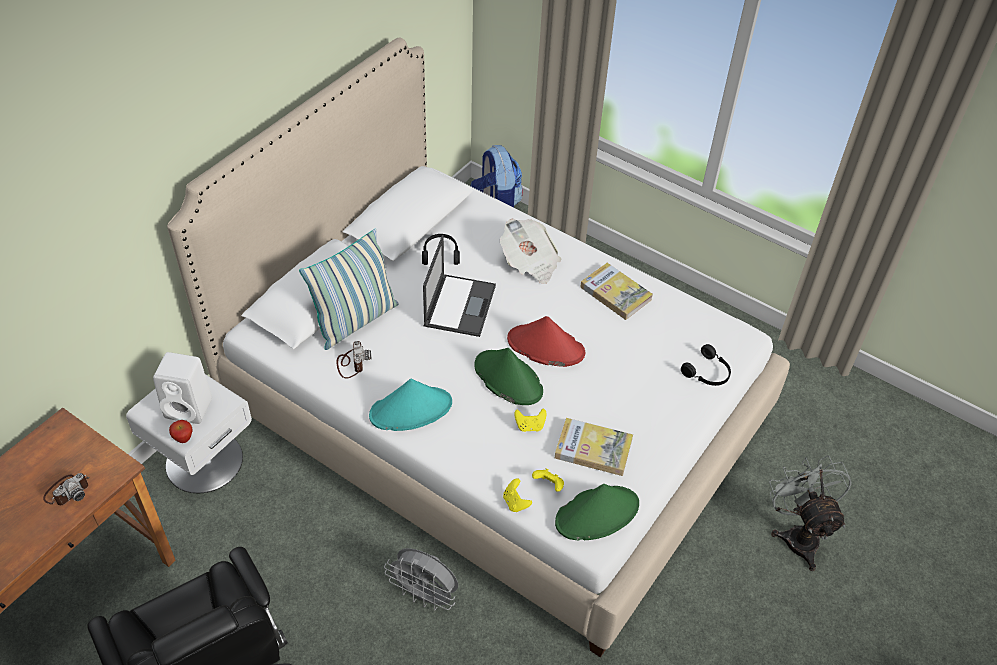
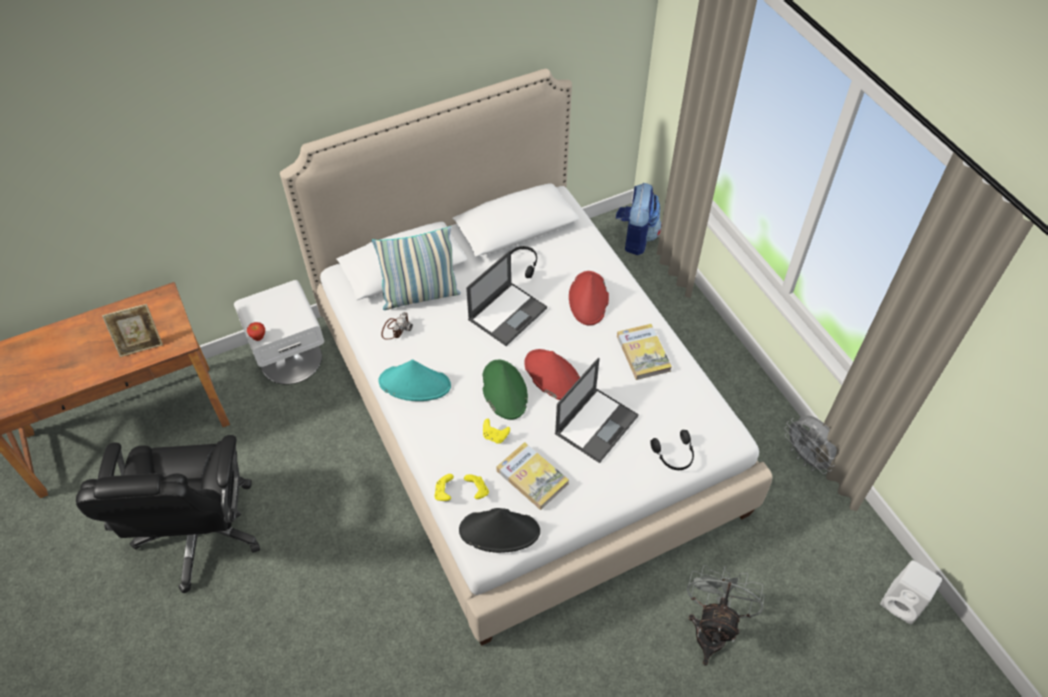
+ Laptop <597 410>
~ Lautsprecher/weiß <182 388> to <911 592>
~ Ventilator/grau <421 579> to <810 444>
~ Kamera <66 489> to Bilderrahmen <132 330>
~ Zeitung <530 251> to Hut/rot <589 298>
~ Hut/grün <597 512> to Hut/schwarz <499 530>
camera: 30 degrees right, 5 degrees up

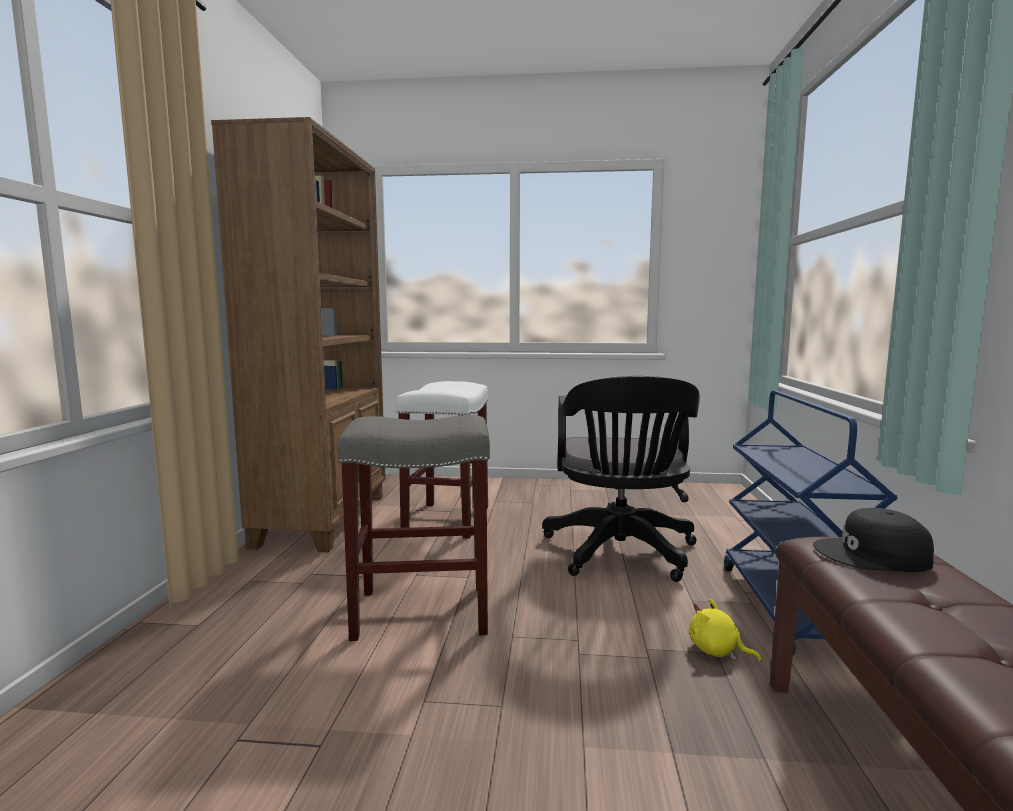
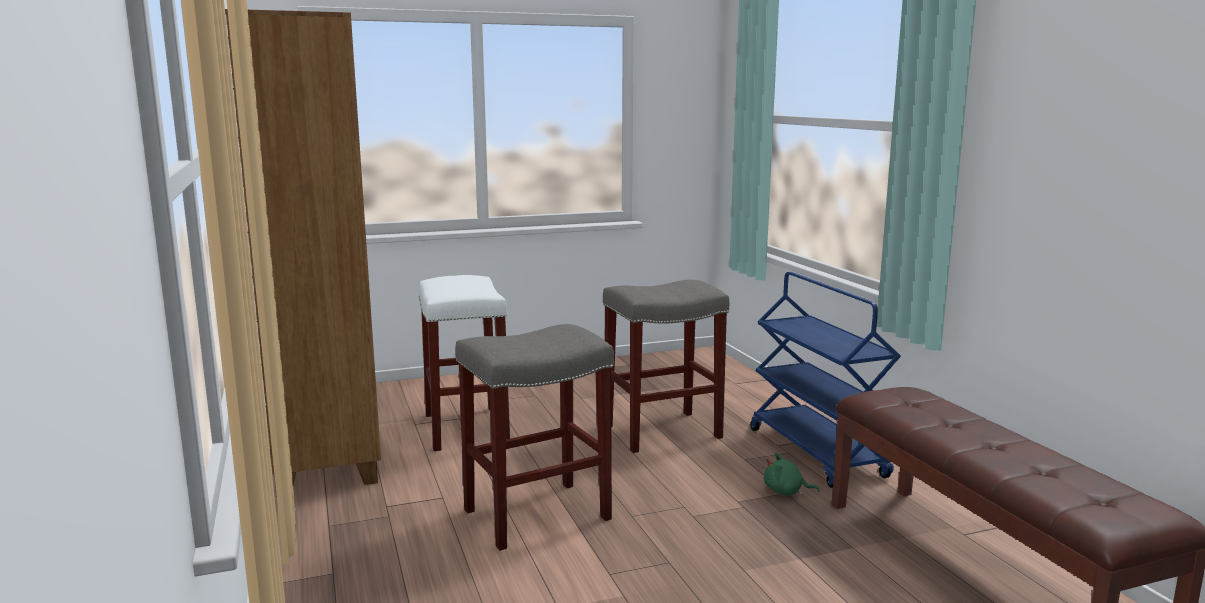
- Kappe/schwarz <873 540>
~ Bürostuhl/schwarz <621 479> to Hocker/grau <666 366>
~ Plüschtier/gelb <725 630> to Plüschtier/grün <792 474>
camera: 25 degrees left, 5 degrees up

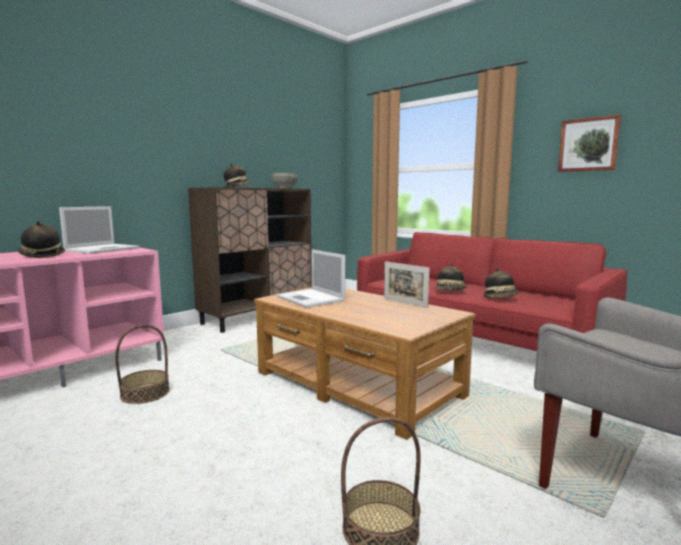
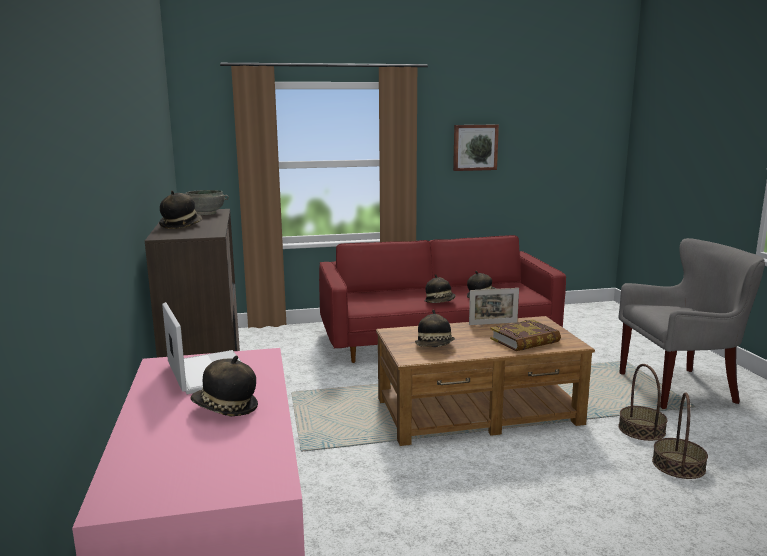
+ Buch <525 335>
~ Korb <142 364> to <643 402>
~ Laptop <310 278> to Hut <435 328>
camera: 55 degrees left, 5 degrees up

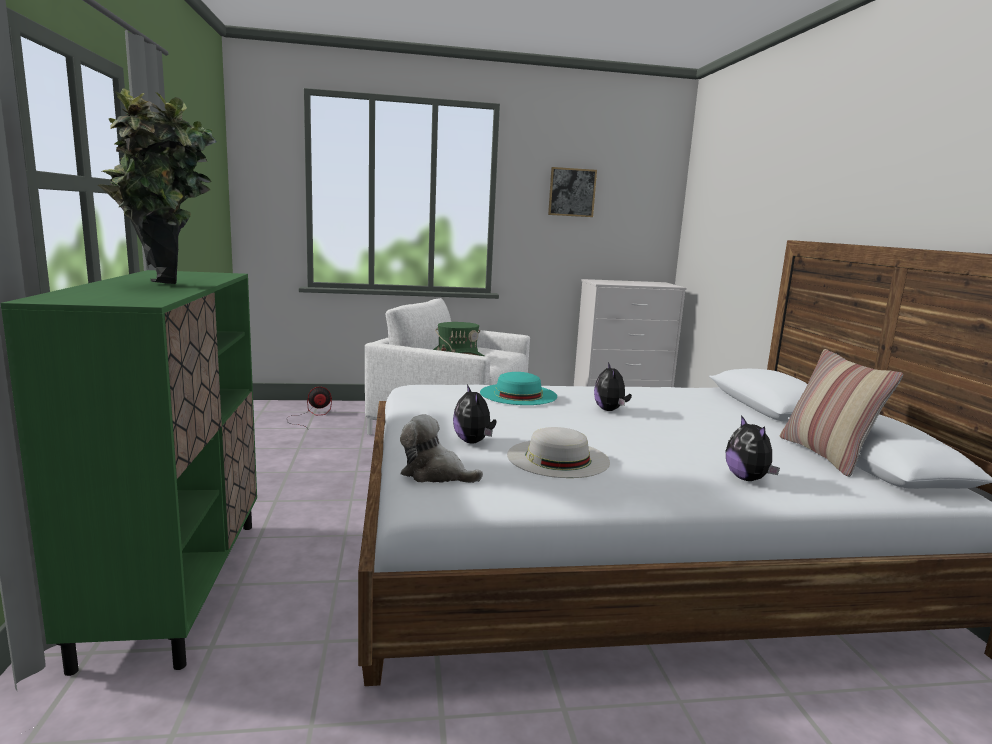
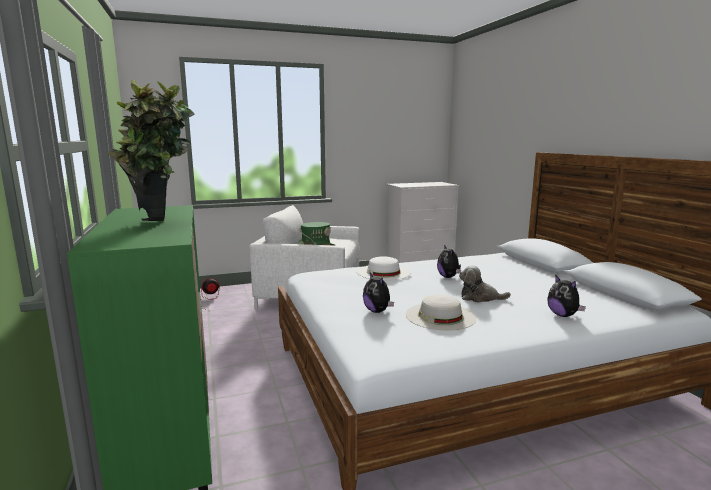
- Bild <572 192>
- Kissen <841 413>
~ Plüschtier <441 448> to <485 284>
~ Hut/türkis <518 388> to Hut/weiß <384 268>
camera: 10 degrees left, 0 degrees up

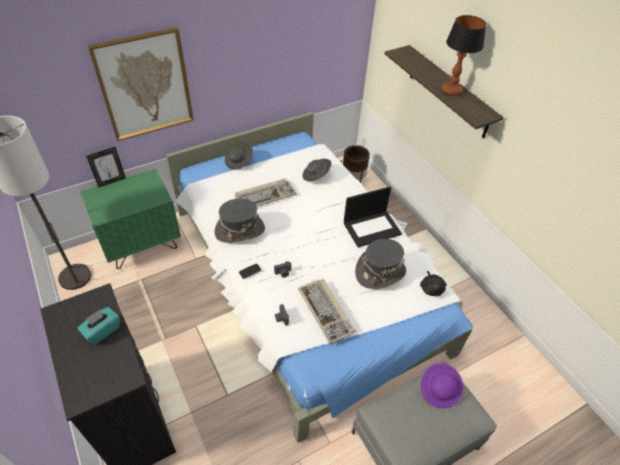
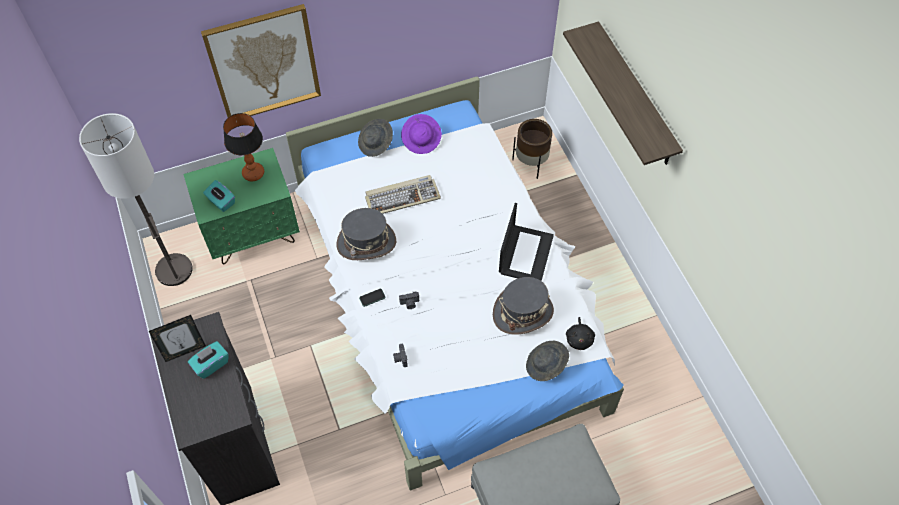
- Tastatur <326 311>
+ Taschentuchbox/türkis <219 196>
~ Bilderrahmen <106 167> to <177 338>
~ Hut/grau <317 170> to <547 361>
~ Hut/lila <442 386> to <421 134>
~ Tischlampe <464 55> to <243 147>
~ Laptop <373 217> = <526 242> 60 degrees counterclockwise
camera: 10 degrees right, 10 degrees up

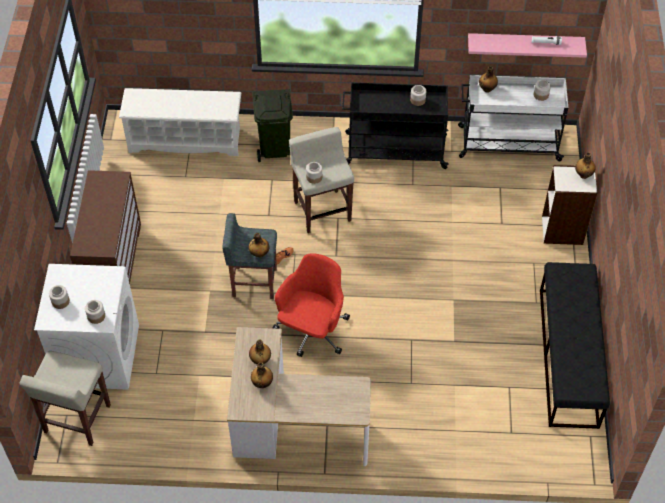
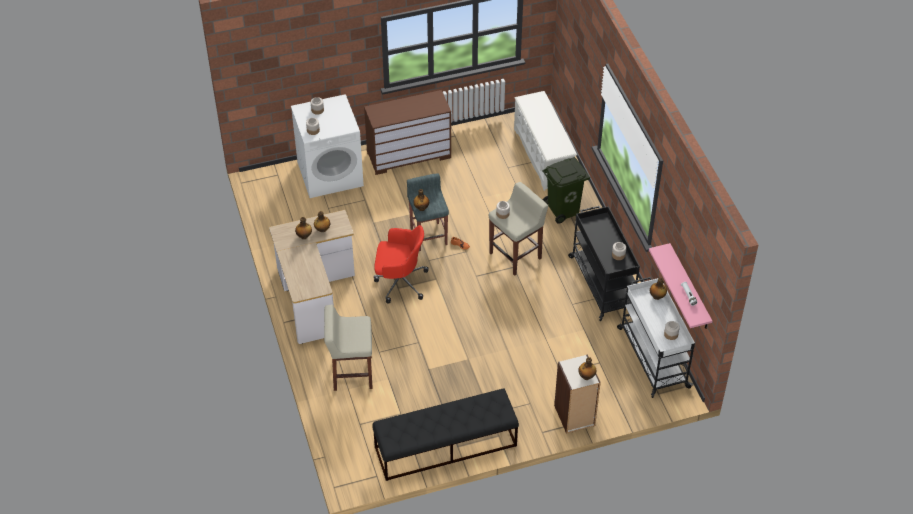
~ Hocker/beige <65 398> to <348 348>
camera: 70 degrees right, 5 degrees down

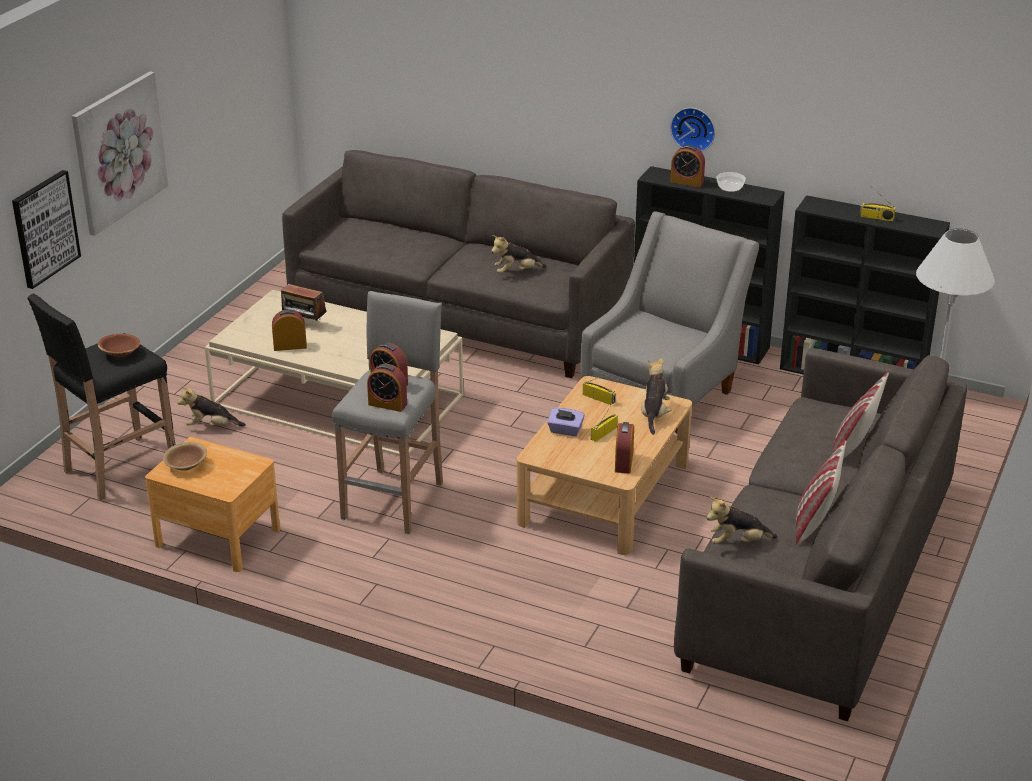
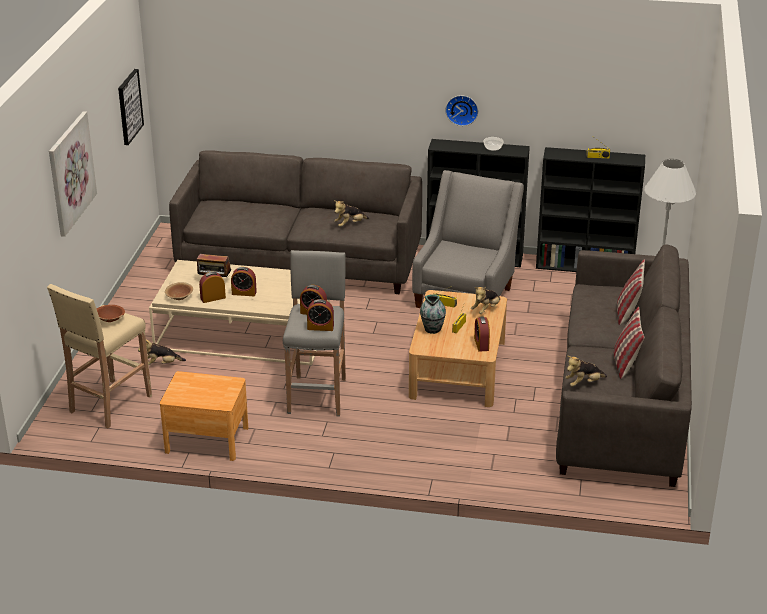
~ Bild <46 229> to <131 107>
~ Schüssel/braun <185 456> to <179 291>
~ Wecker <687 166> to <244 281>
~ Taschentuchbox/lila <566 422> to Vase <433 314>
~ Hocker/schwarz <101 397> to Hocker/beige <99 356>
~ Plüschtier <656 396> = <485 300> 135 degrees counterclockwise
camera: 15 degrees left, 0 degrees up

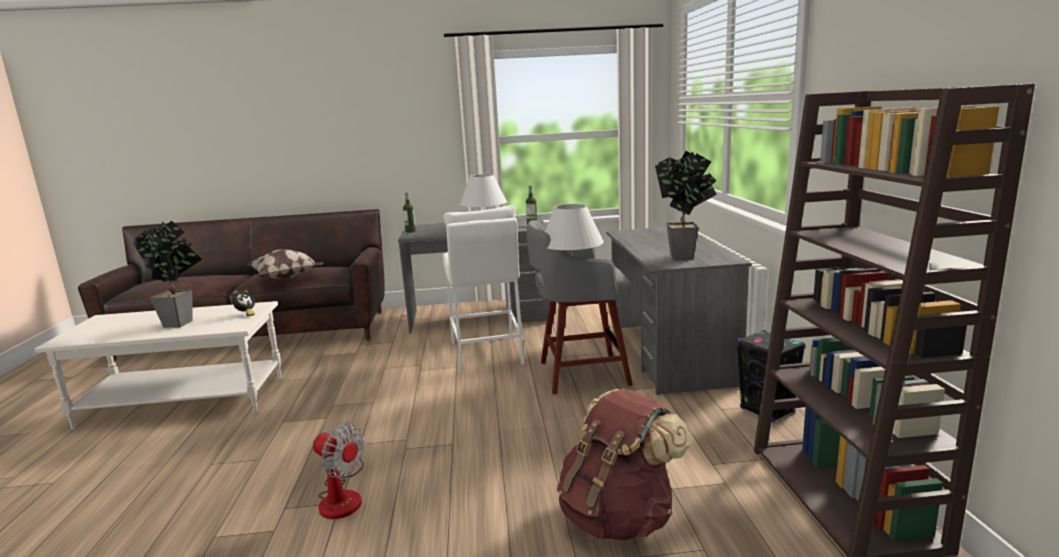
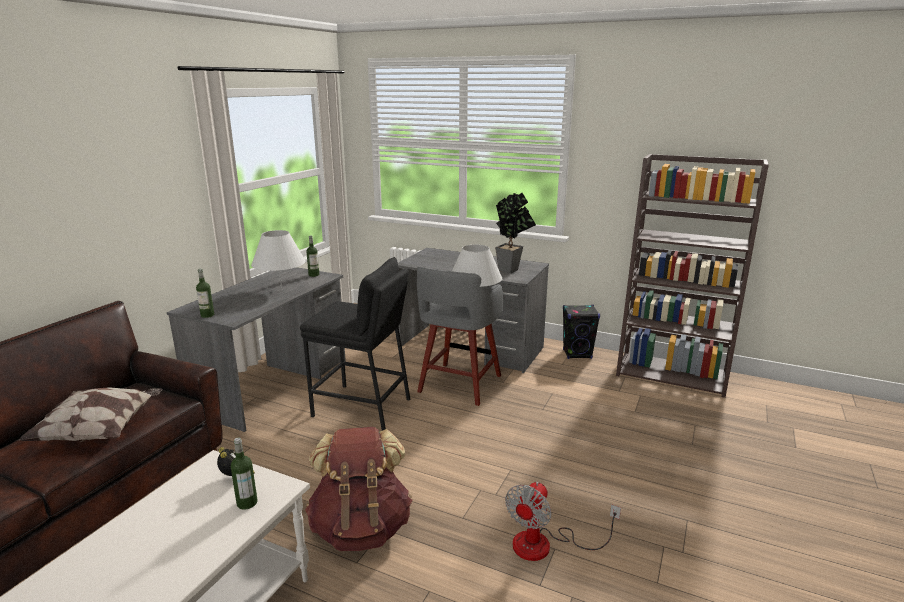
- Topfpflanze <168 274>
+ Flasche <244 474>
~ Rucksack/braun <624 464> to <358 489>
~ Hocker/weiß <484 288> to Hocker/schwarz <355 344>
~ Ventilator <339 469> = <563 521> 150 degrees clockwise
camera: 60 degrees left, 5 degrees up

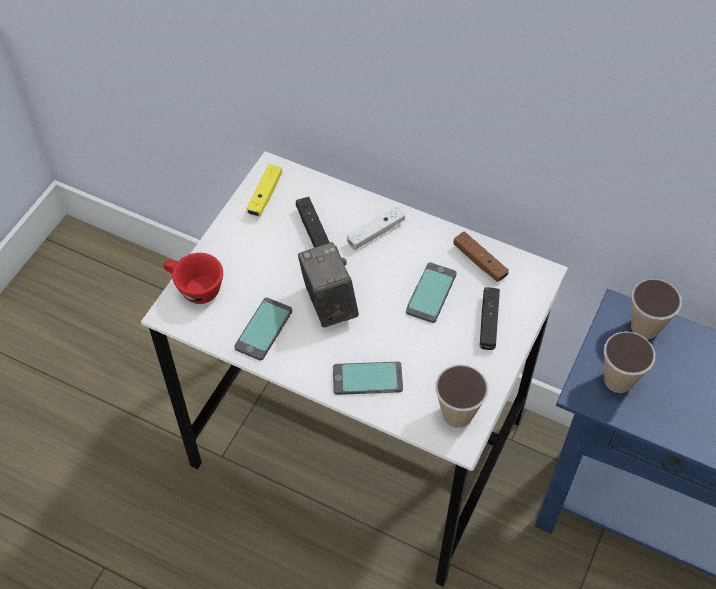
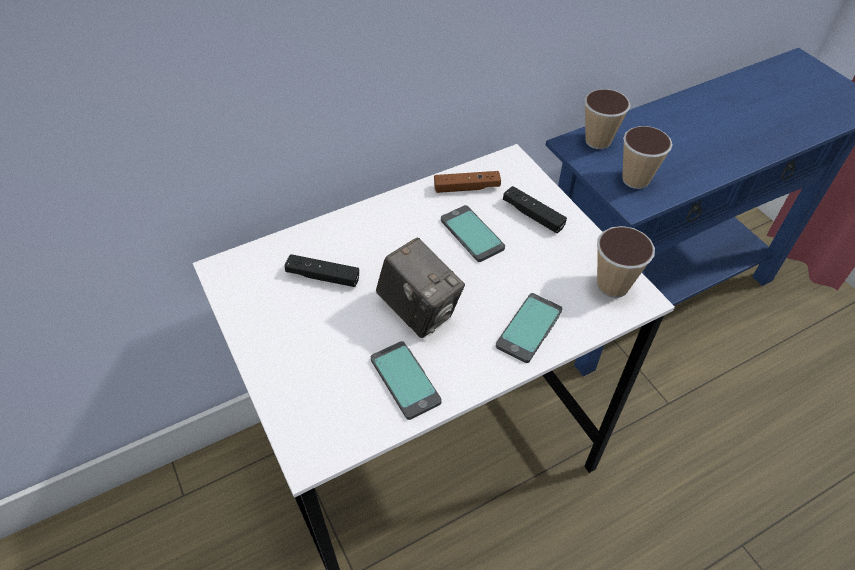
- Tasse/rot <193 278>
- Gamepad/gelb <264 190>
- Gamepad/weiß <376 228>
~ Kamera <328 285> = <420 287> 150 degrees counterclockwise
camera: 55 degrees left, 5 degrees down

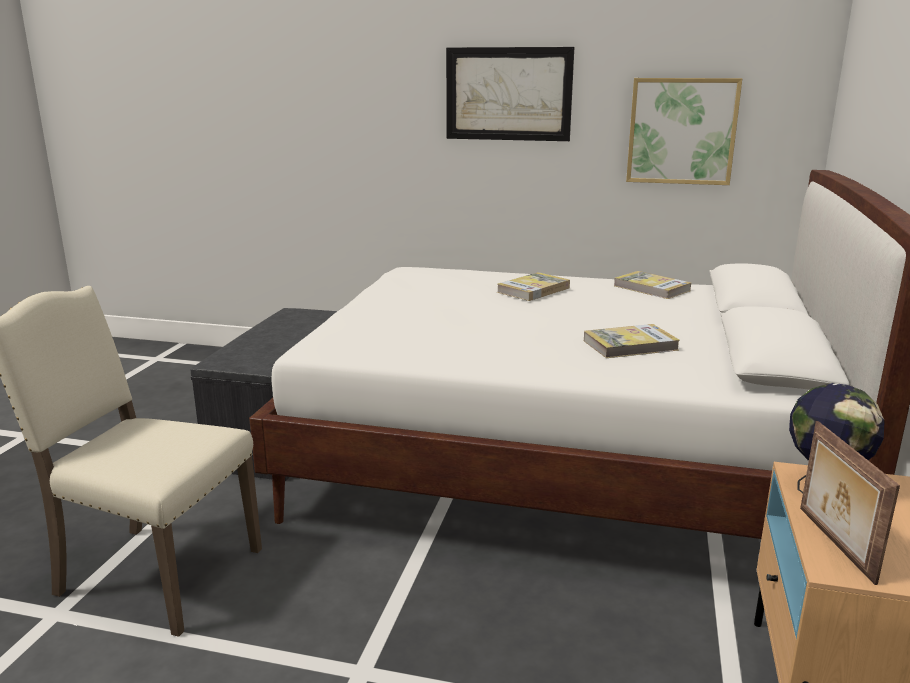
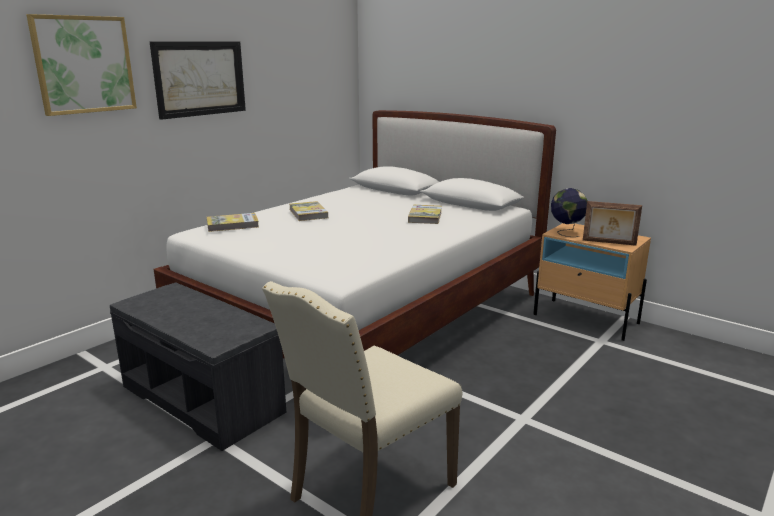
~ Buch <652 285> to <233 222>
~ Bild <684 131> to <81 65>
camera: 65 degrees left, 0 degrees up

